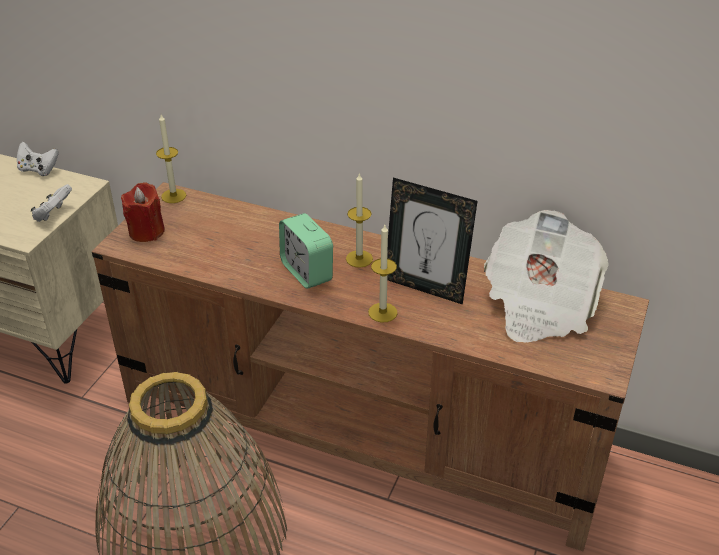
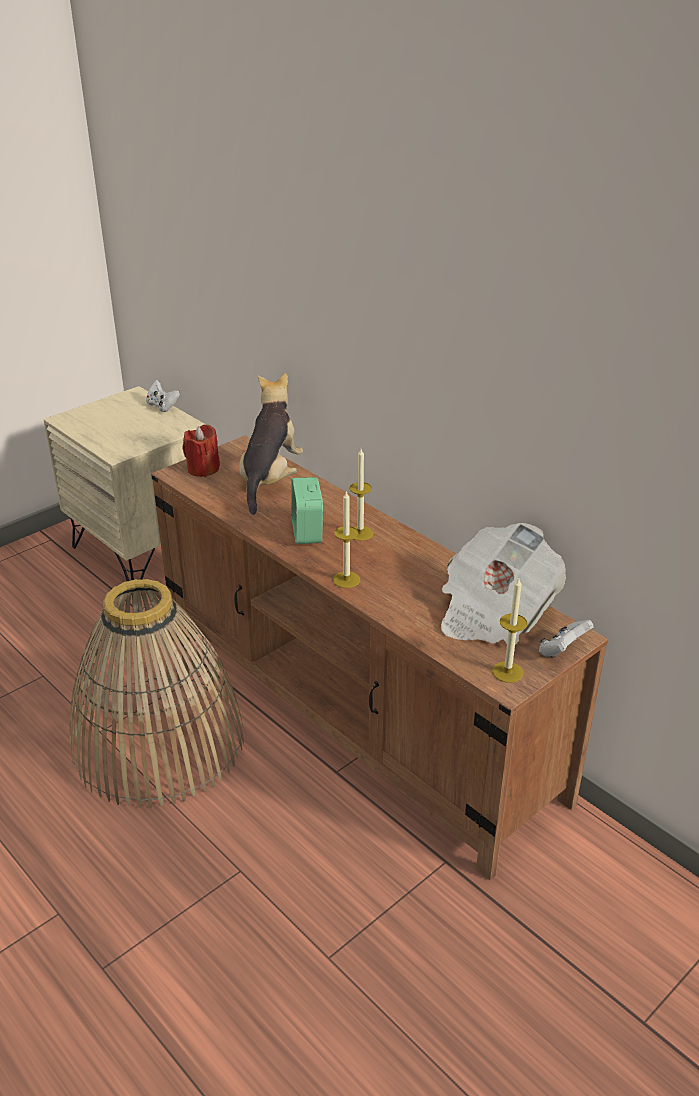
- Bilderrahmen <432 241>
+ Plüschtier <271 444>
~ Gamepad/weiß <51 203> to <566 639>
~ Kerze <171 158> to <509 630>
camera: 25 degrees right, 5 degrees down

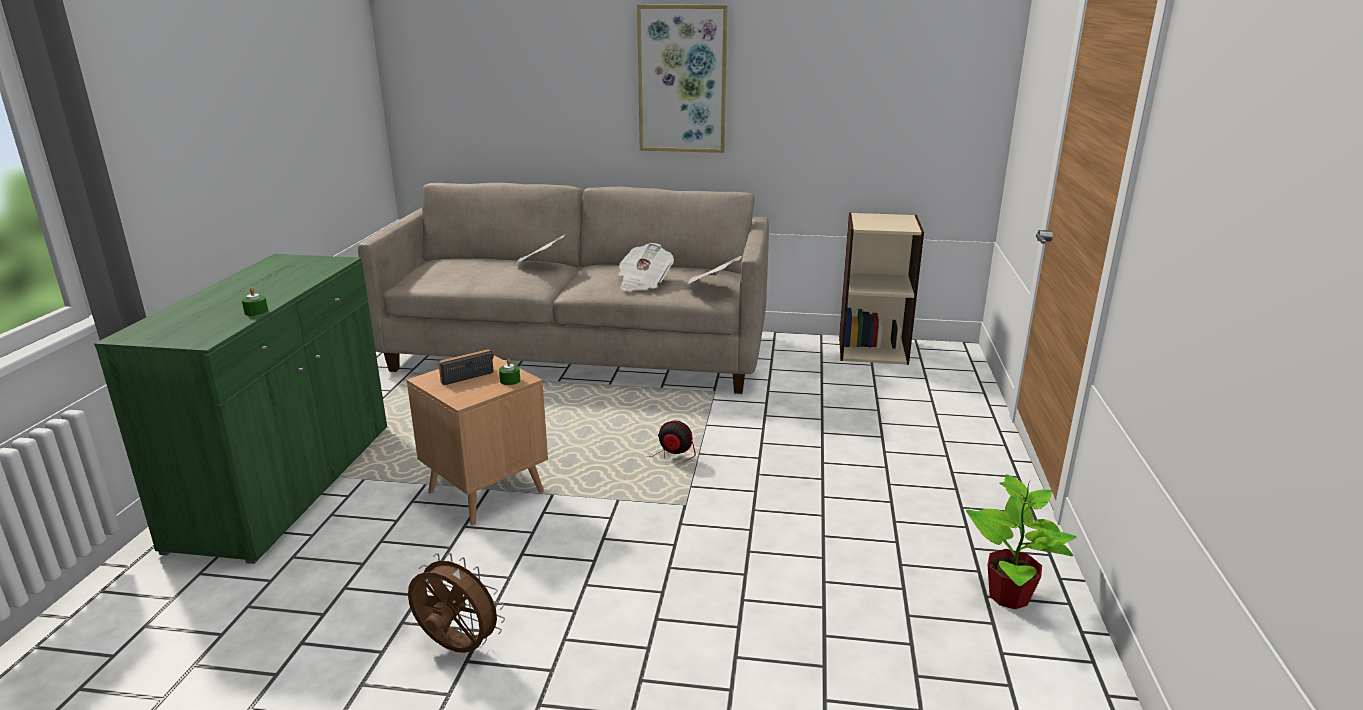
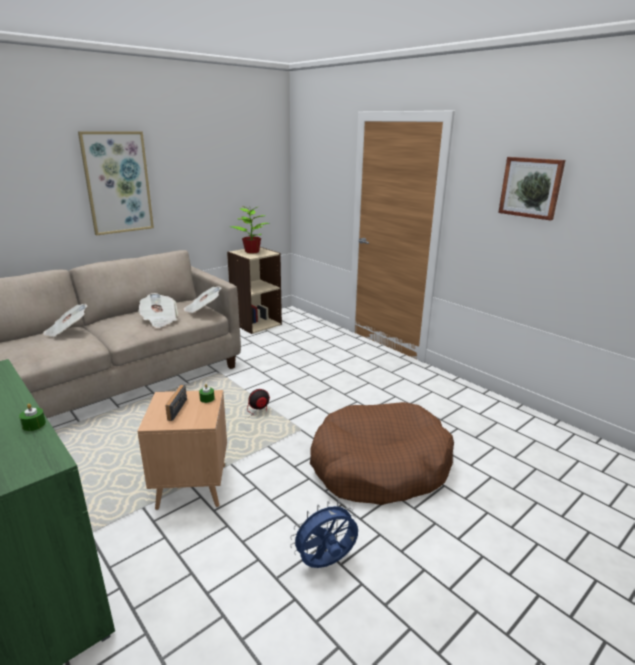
+ Hundebett/braun <382 453>
+ Bild <531 189>
~ Topfpflanze <1021 541> to <250 230>
~ Ventilator/braun <456 603> to Ventilator/blau <324 534>
camera: 50 degrees left, 0 degrees up

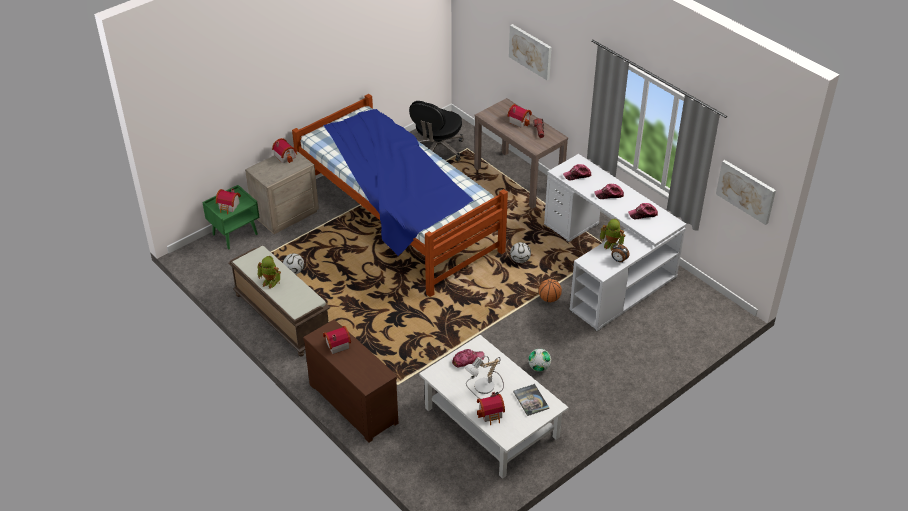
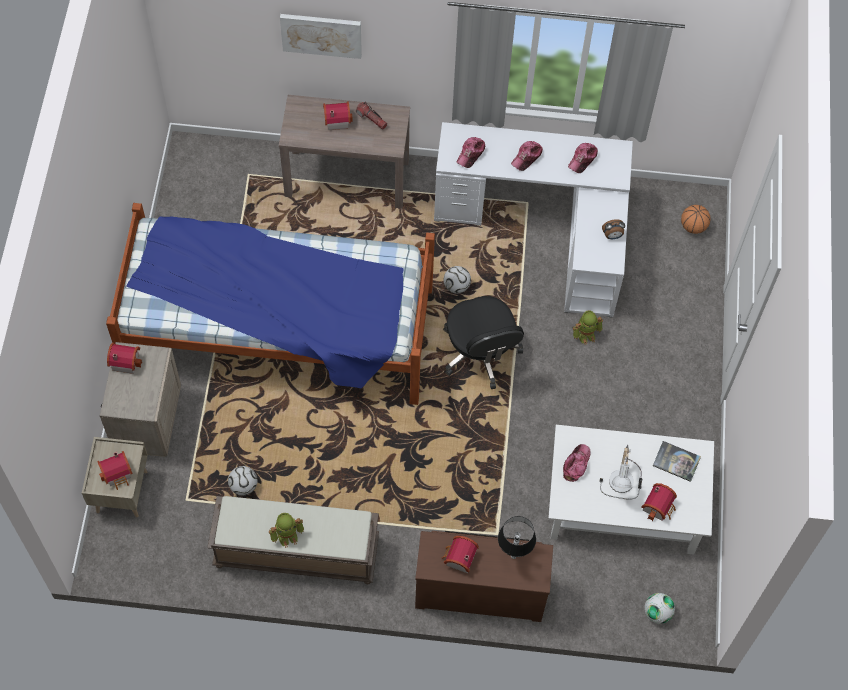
- Bild <746 192>
+ Tischlampe <517 537>
~ Bürostuhl/schwarz <436 131> to <483 342>
~ Fußball <539 360> to <659 608>
~ Basketball <550 290> to <696 219>
~ Spielzeugroboter <613 235> to <588 327>
~ Nachttisch/grün <231 217> to Nachttisch/beige <115 477>
camera: 45 degrees left, 20 degrees up

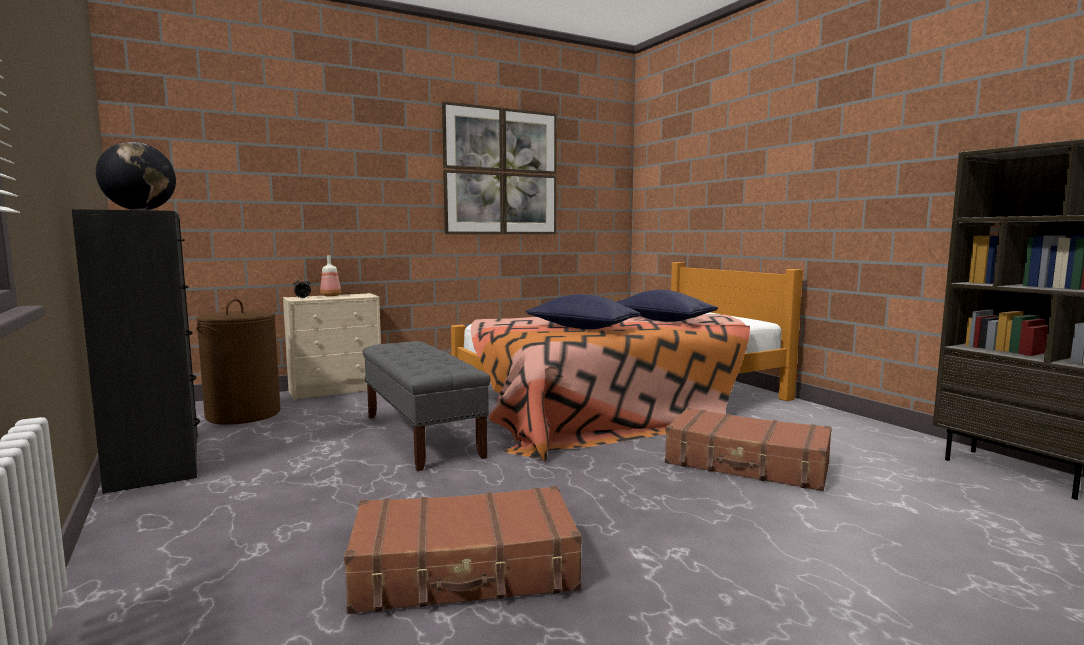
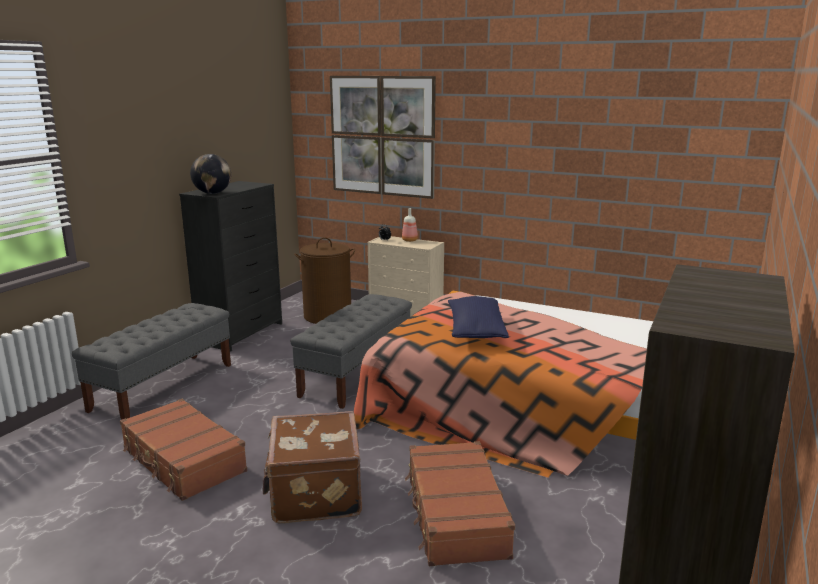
- Kissen/blau <667 306>
+ Bank/grau <151 361>
+ Koffer/braun <312 467>
~ Bild <499 167> to <383 137>
camera: 55 degrees right, 10 degrees up

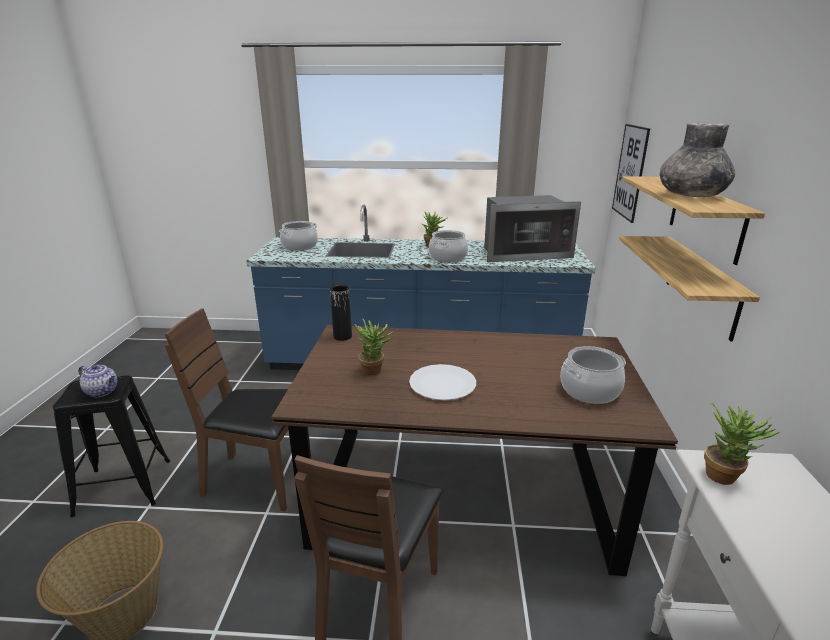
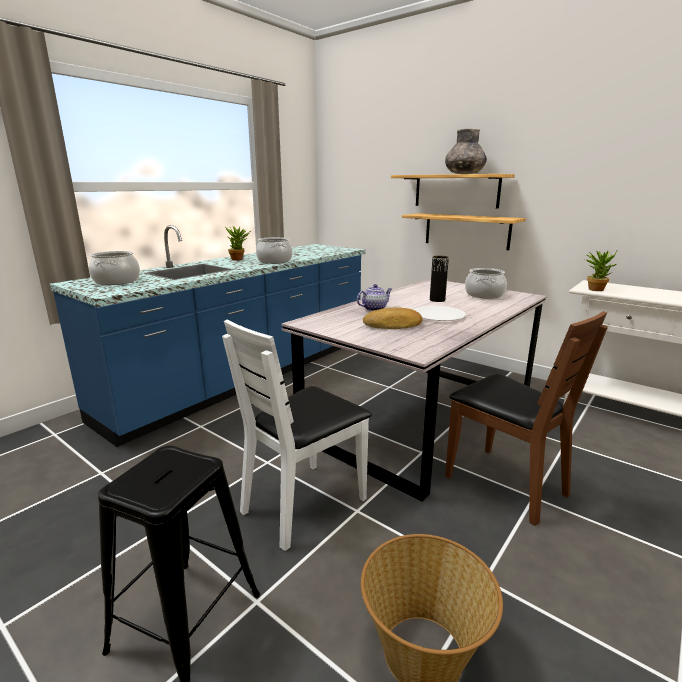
- Mikrowelle <532 228>
- Bild <631 173>
~ Teekanne <98 380> to <374 297>
~ Vase/schwarz <341 313> to <439 279>
~ Topfpflanze <375 347> to Brot <393 318>
~ Stuhl/braun <238 409> to Stuhl/weiß <297 435>
~ Esstisch/braun <475 450> to Esstisch/grau <414 390>
camera: 55 degrees left, 5 degrees down

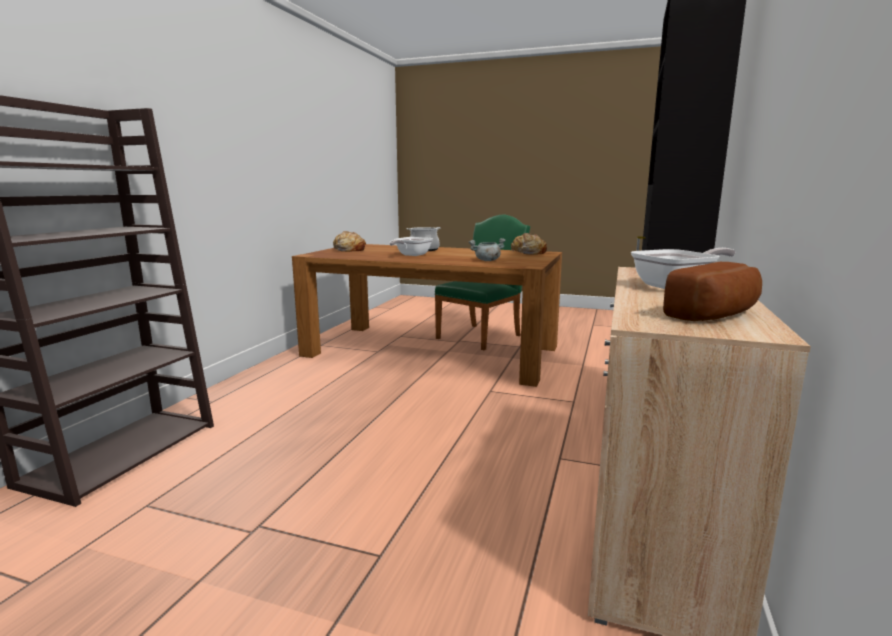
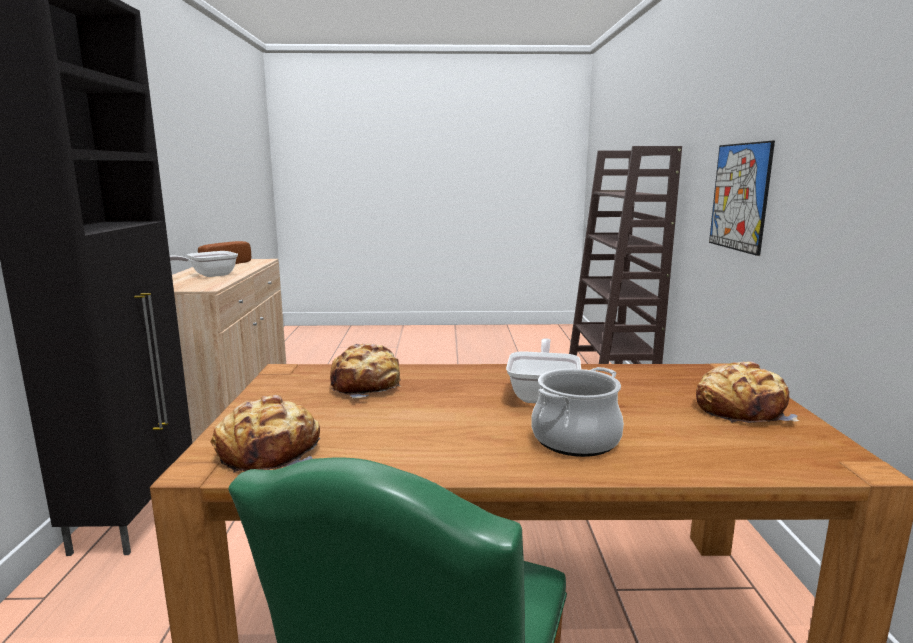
+ Bild <742 198>
~ Kochtopf/grau <487 249> to Brot <366 370>
camera: 160 degrees right, 0 degrees up

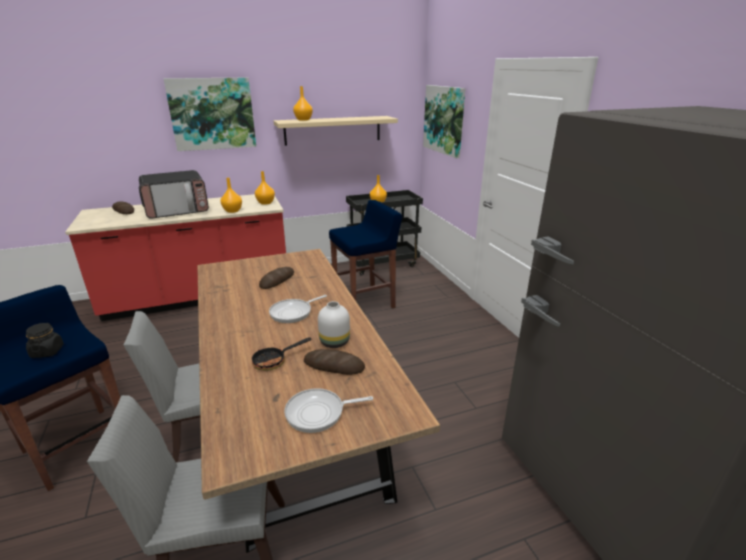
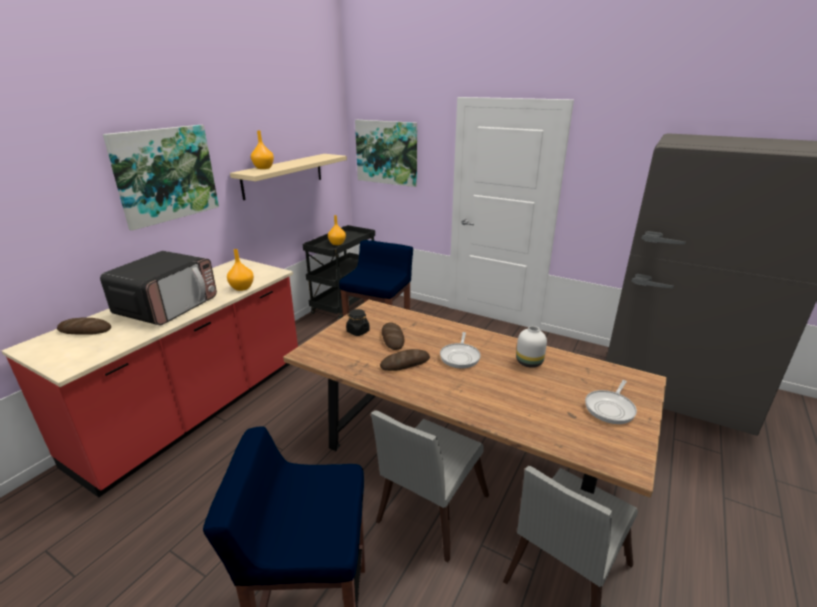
- Pfanne <281 354>
- Vase/orange <265 188>
~ Vorratsglas/schwarz <45 340> to <358 322>
~ Brot <334 362> to <405 360>
camera: 40 degrees left, 0 degrees up

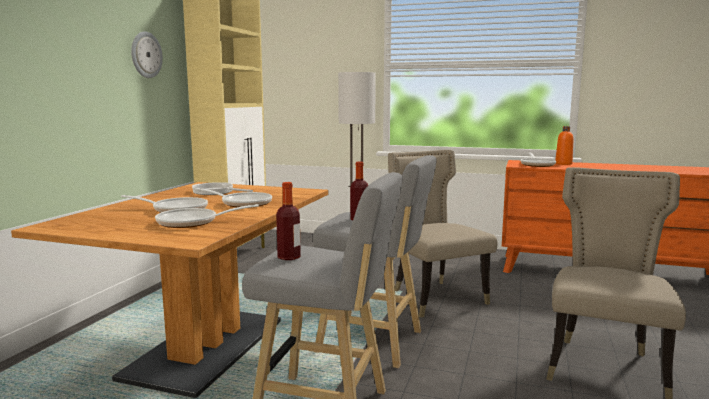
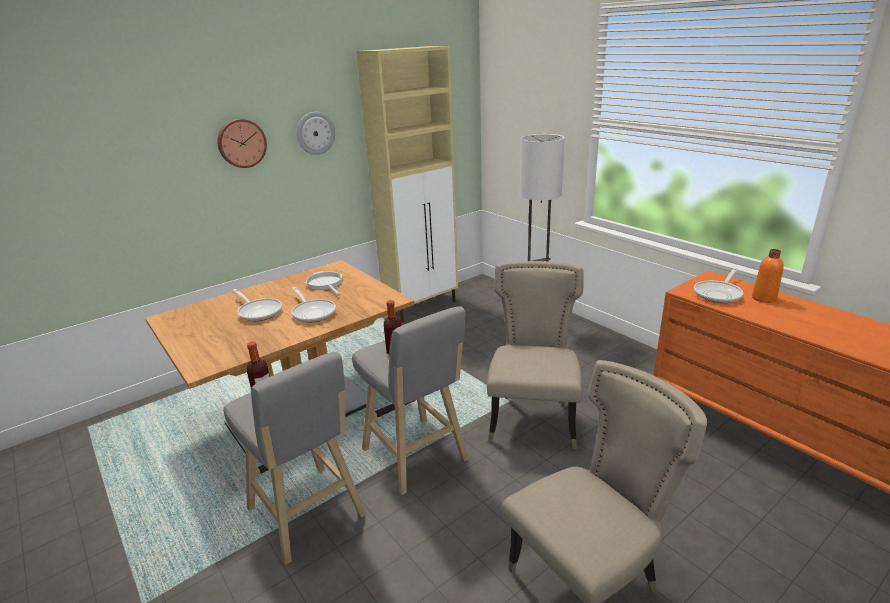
- Pfanne <207 216>
+ Wanduhr <242 143>
camera: 35 degrees right, 15 degrees up

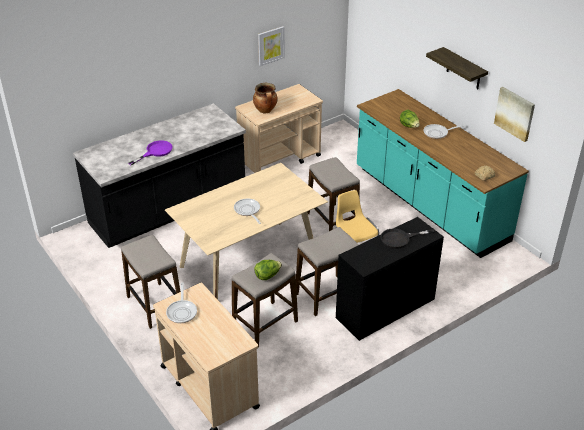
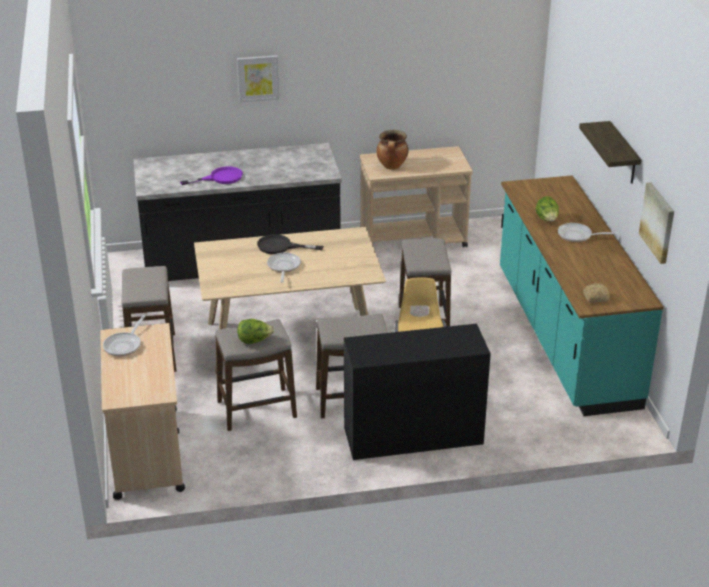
~ Bild <271 46> to <258 79>
~ Pfanne/schwarz <408 238> to <290 244>
camera: 25 degrees right, 5 degrees down

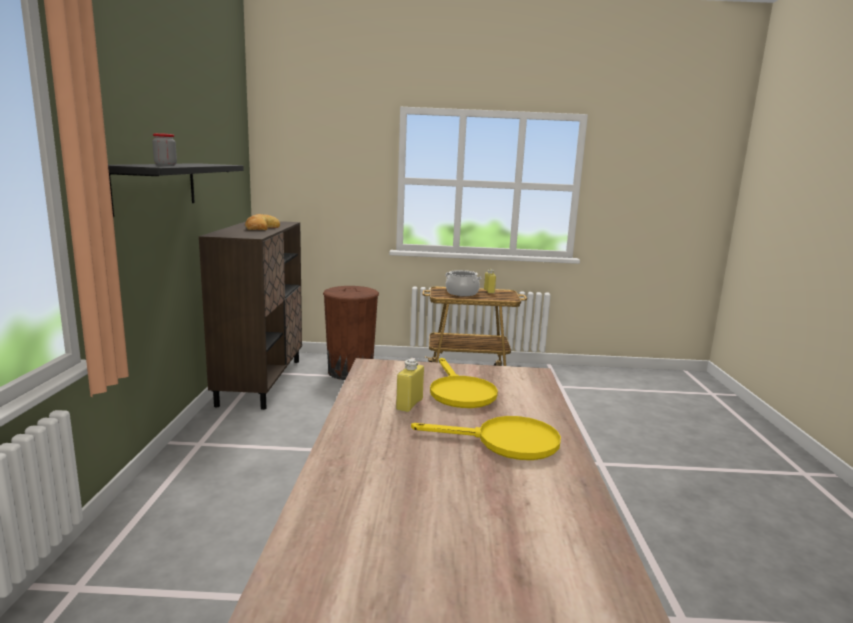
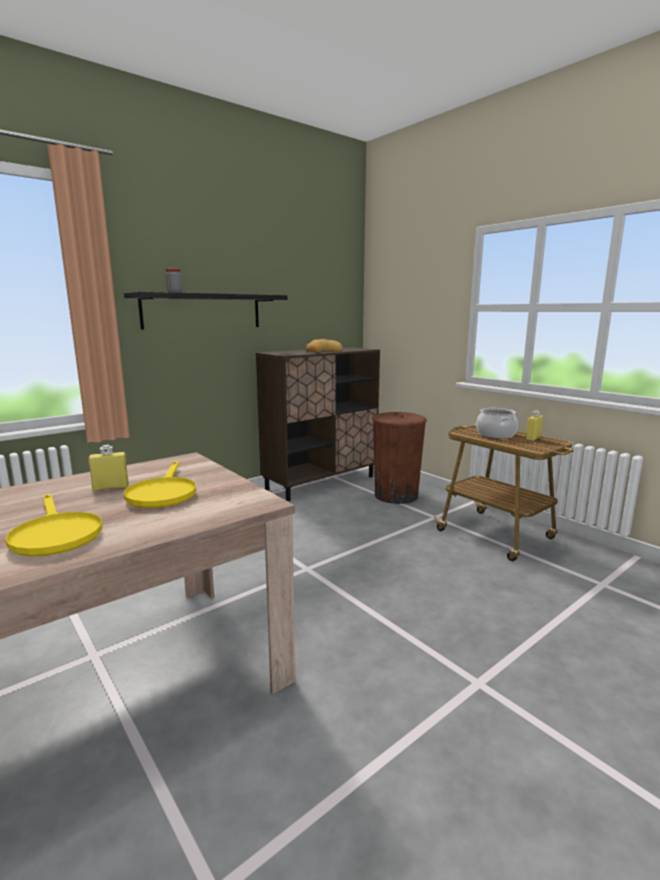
~ Pfanne/gelb <464 383> = <160 484> 45 degrees counterclockwise
camera: 50 degrees right, 0 degrees up

